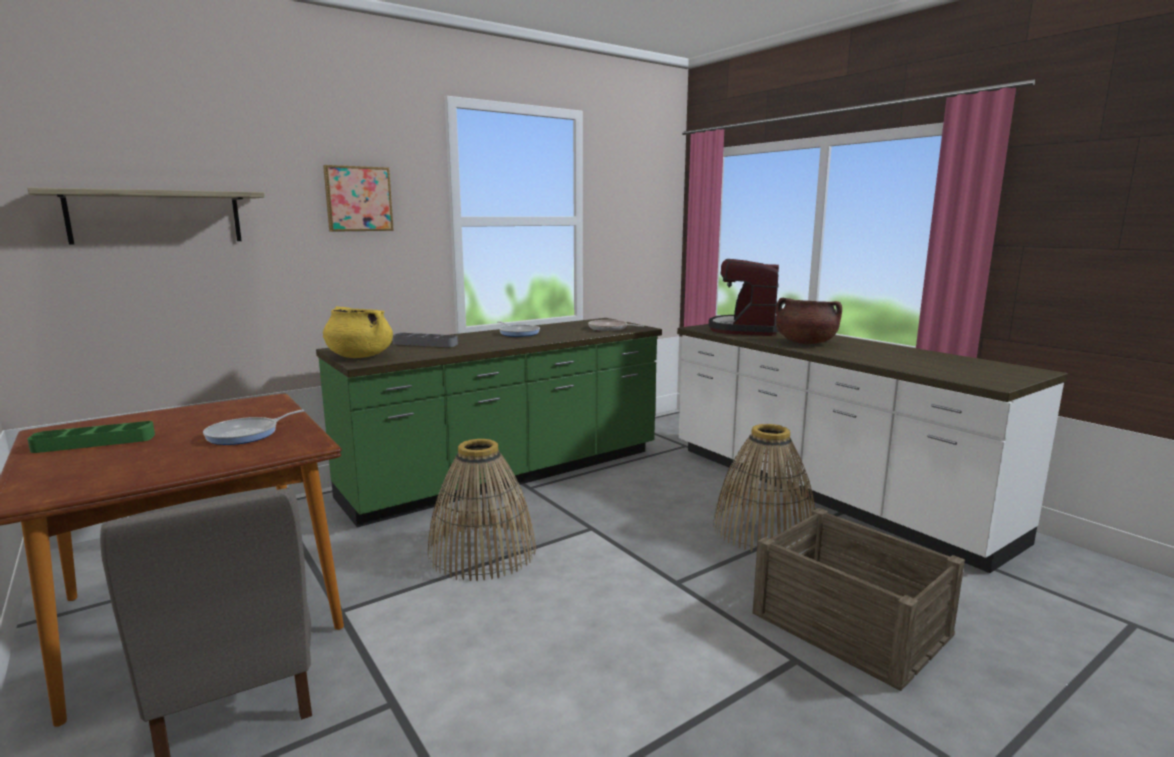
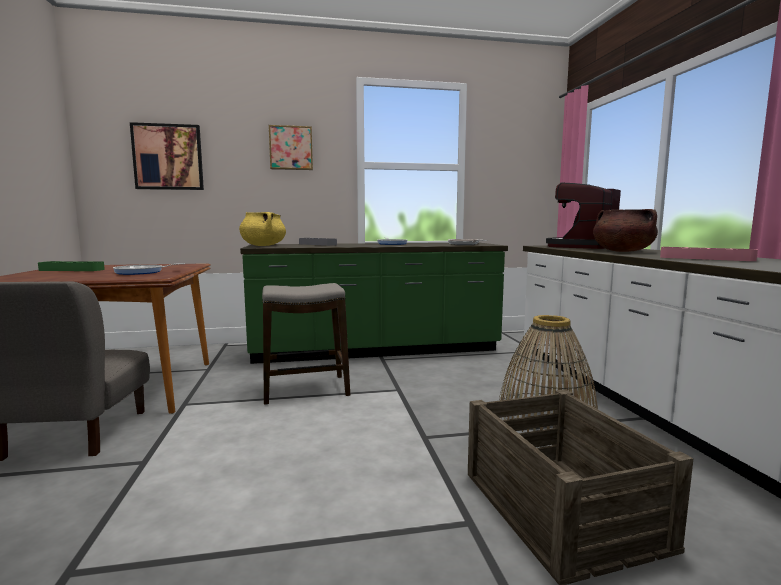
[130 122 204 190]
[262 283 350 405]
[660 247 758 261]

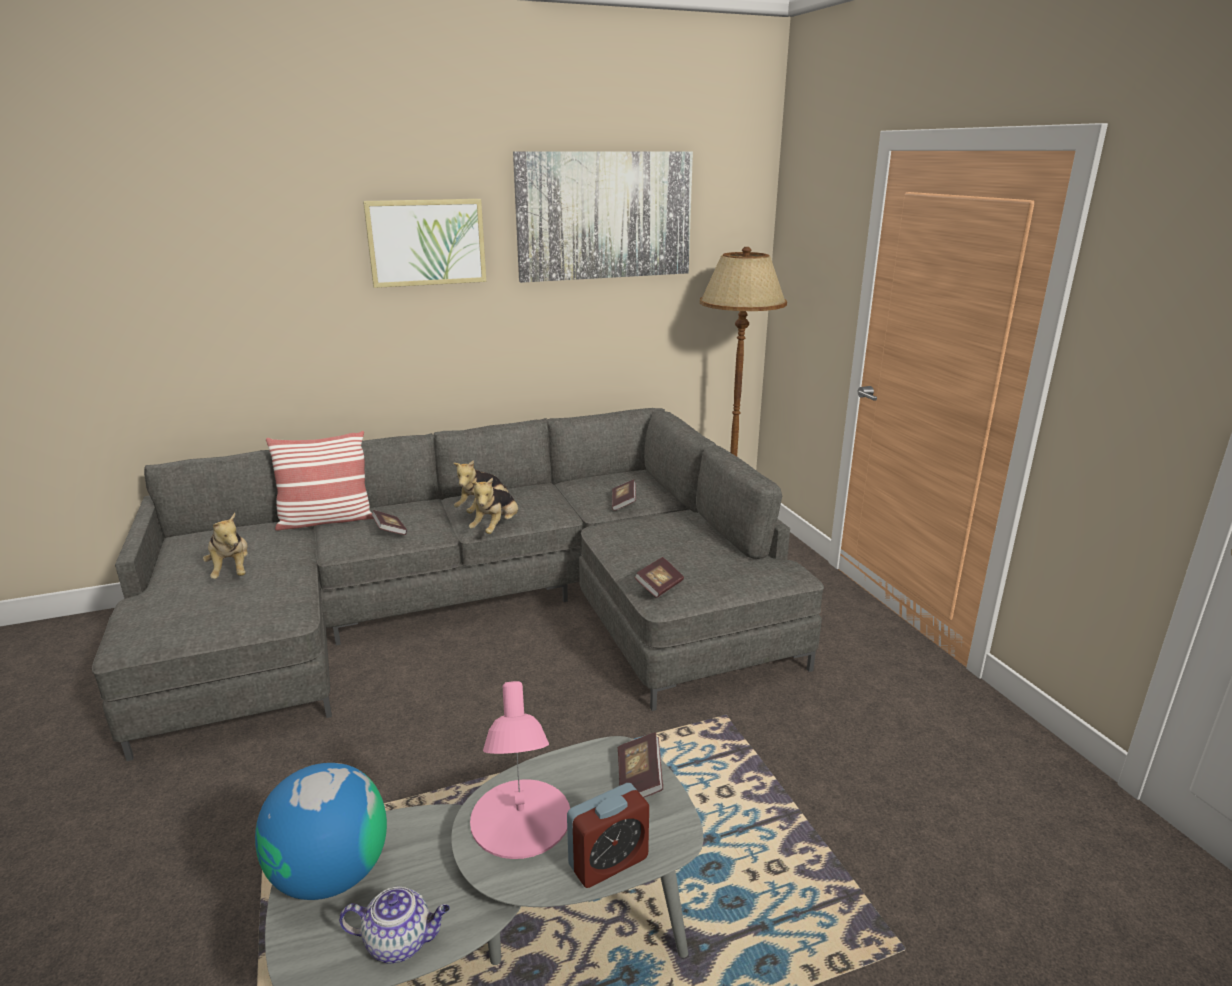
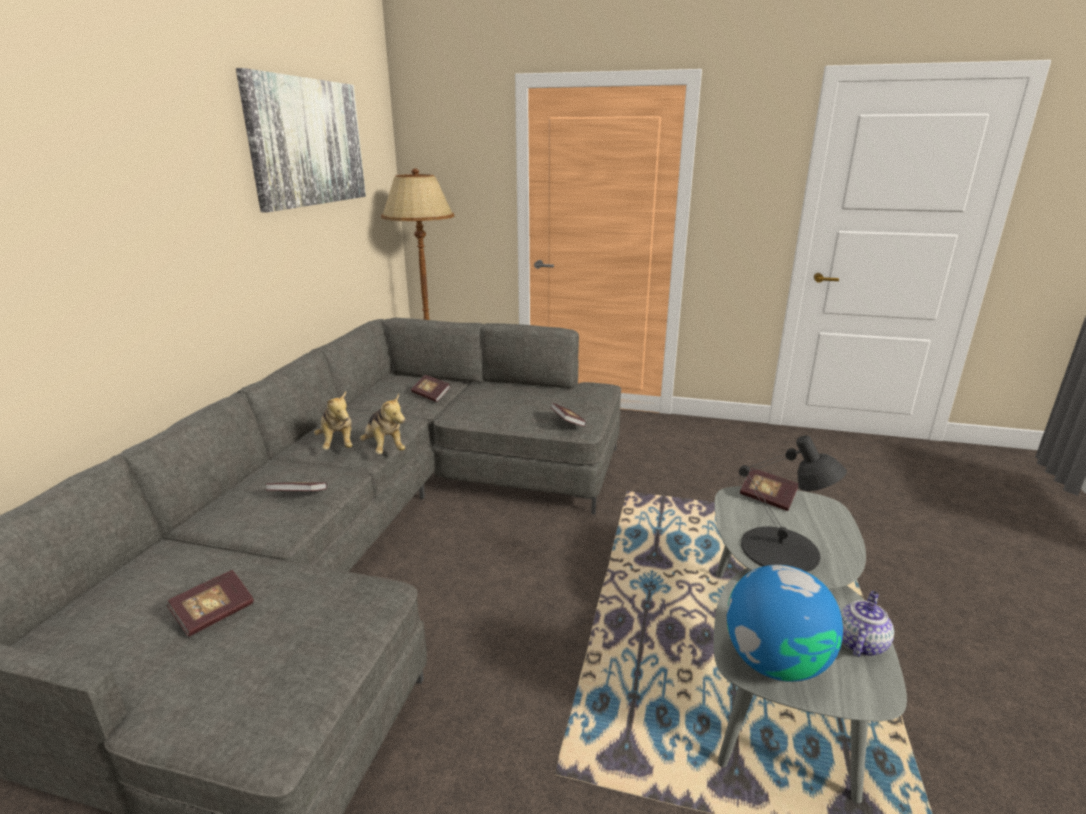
[167 570 254 637]
[266 431 373 531] (first image)
[363 199 486 288] (first image)
[739 435 847 572]
[567 783 649 888] (first image)

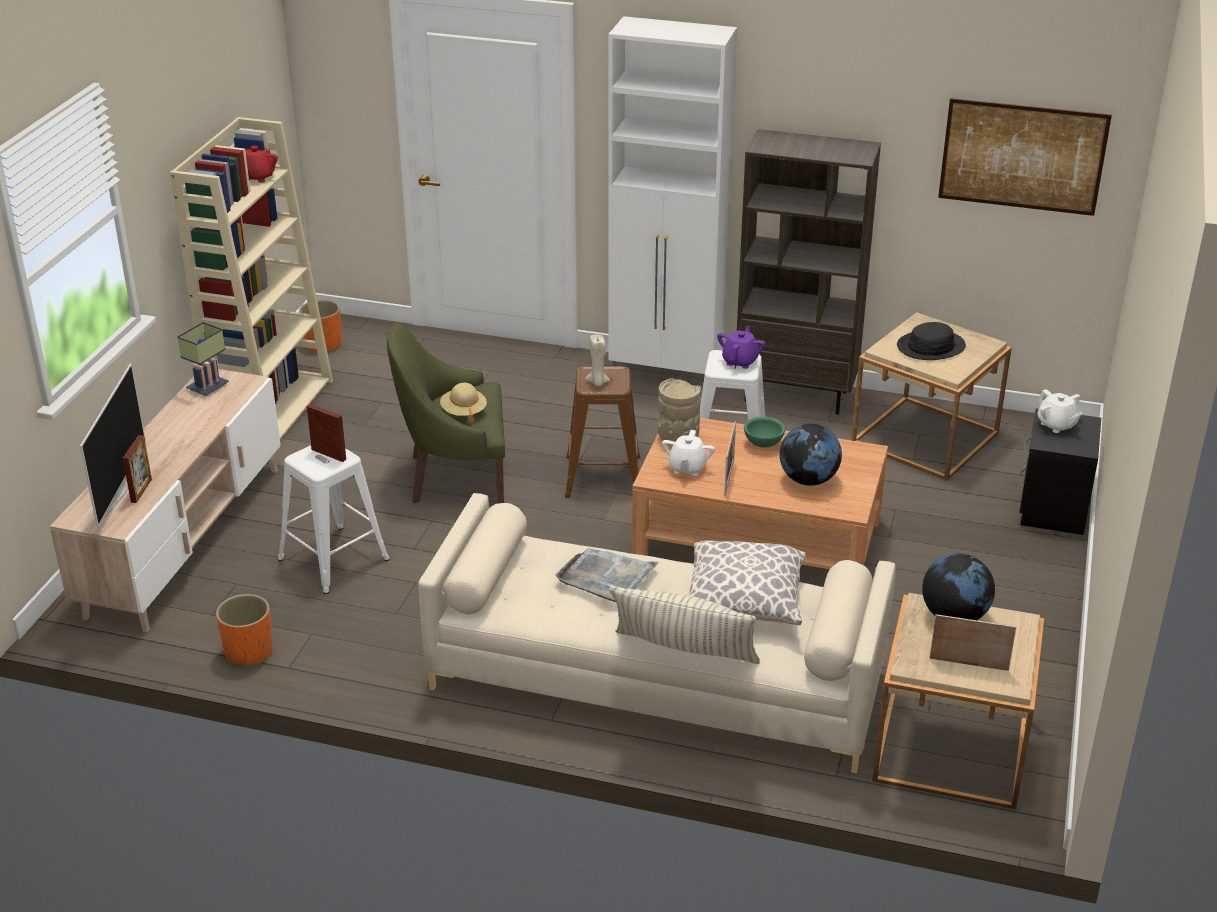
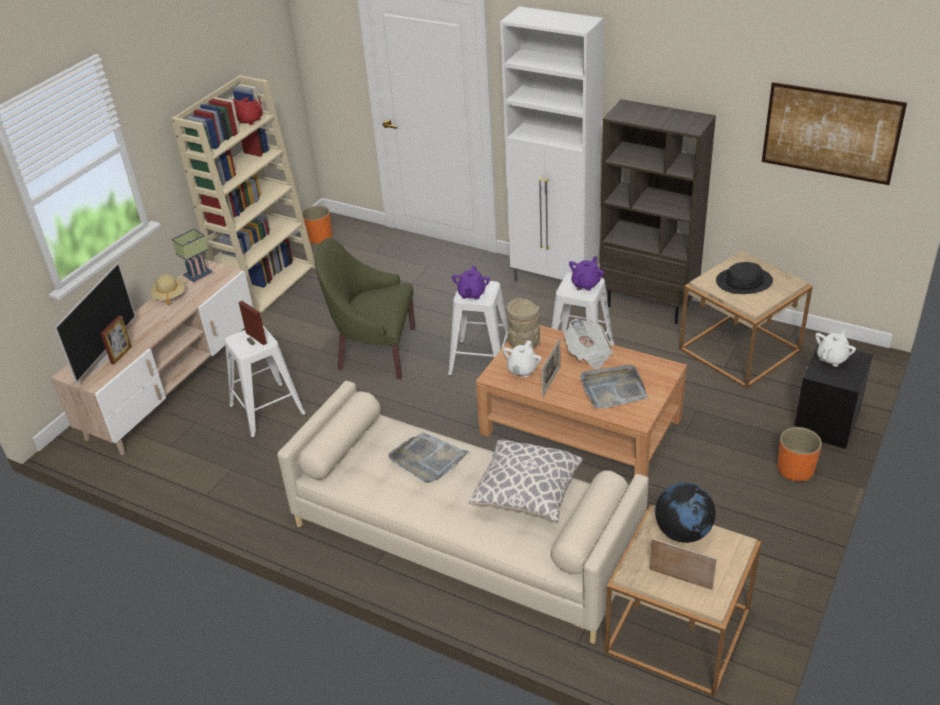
[777 427 822 481]
[150 275 185 306]
[448 280 509 376]
[451 266 490 300]
[609 586 760 664] (first image)
[564 319 614 369]
[580 365 648 408]
[815 329 856 367]

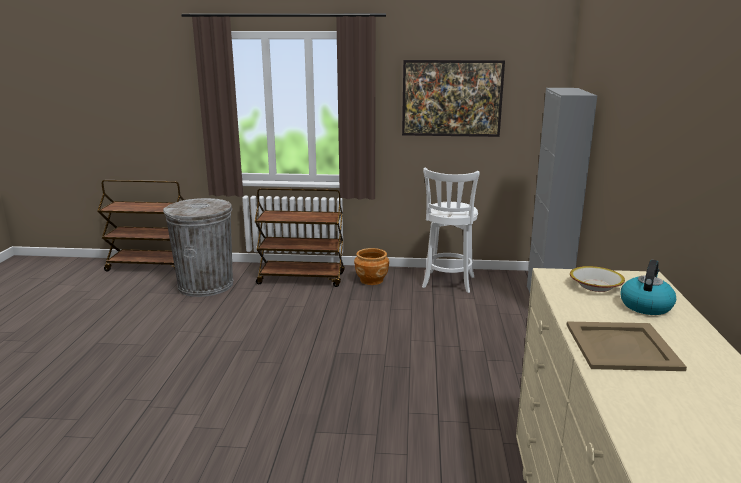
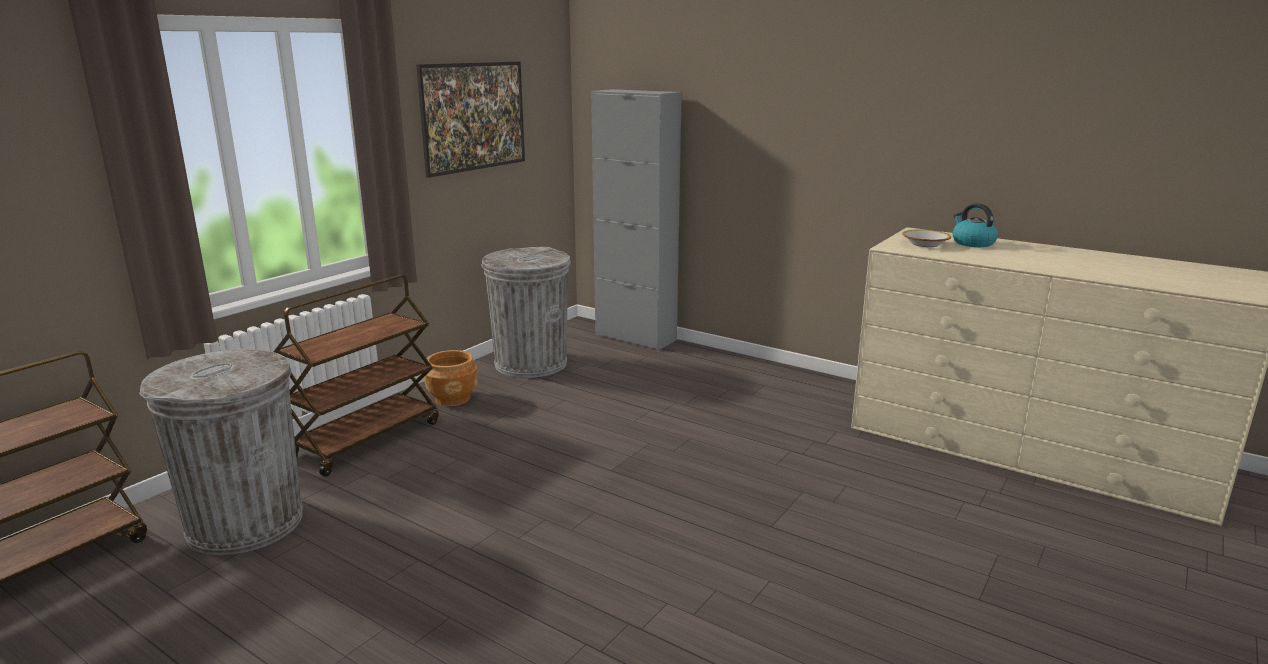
[482 247 571 378]
[567 321 687 371] (first image)

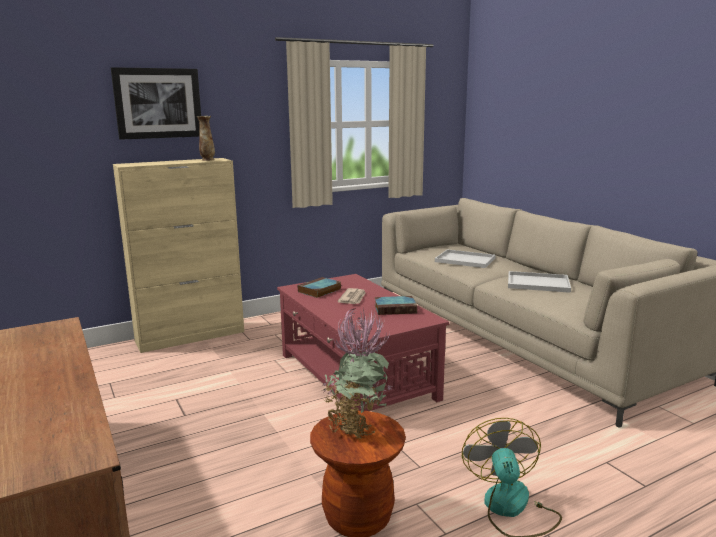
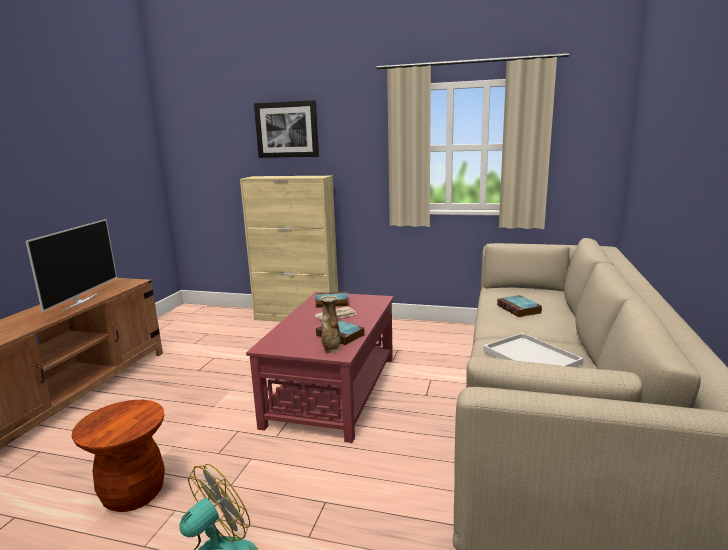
[320 295 341 353]
[323 308 393 439] (first image)
[497 295 542 317]
[26 219 117 312]

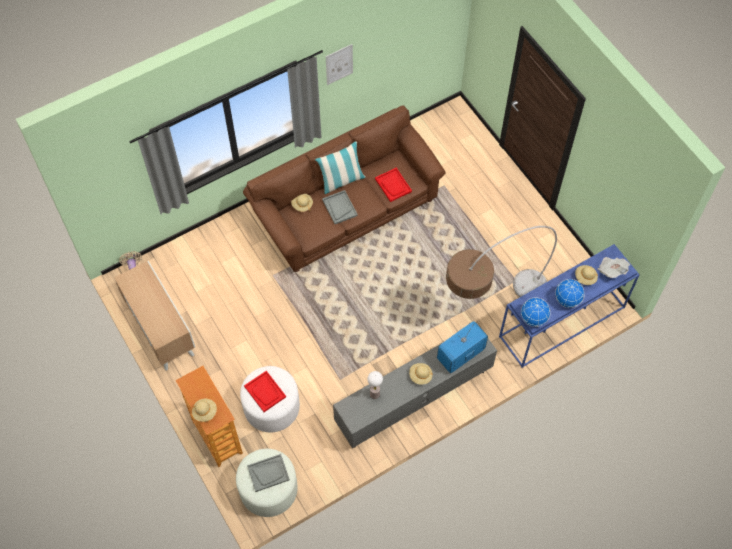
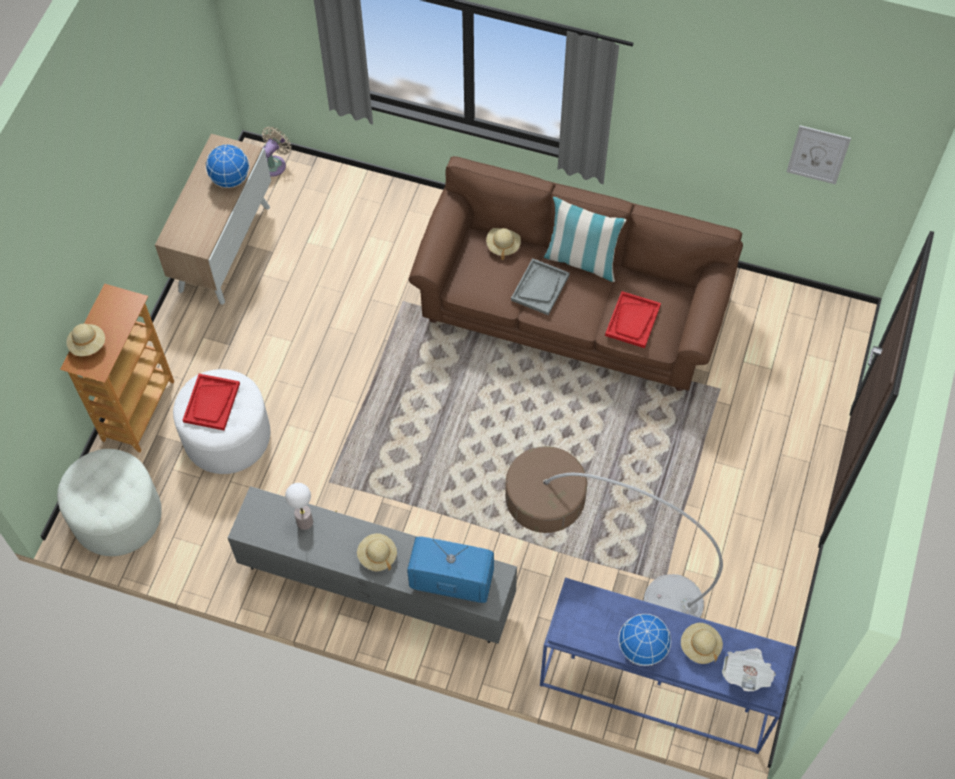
[247 454 290 492] (first image)
[787 125 851 185]
[205 144 250 188]

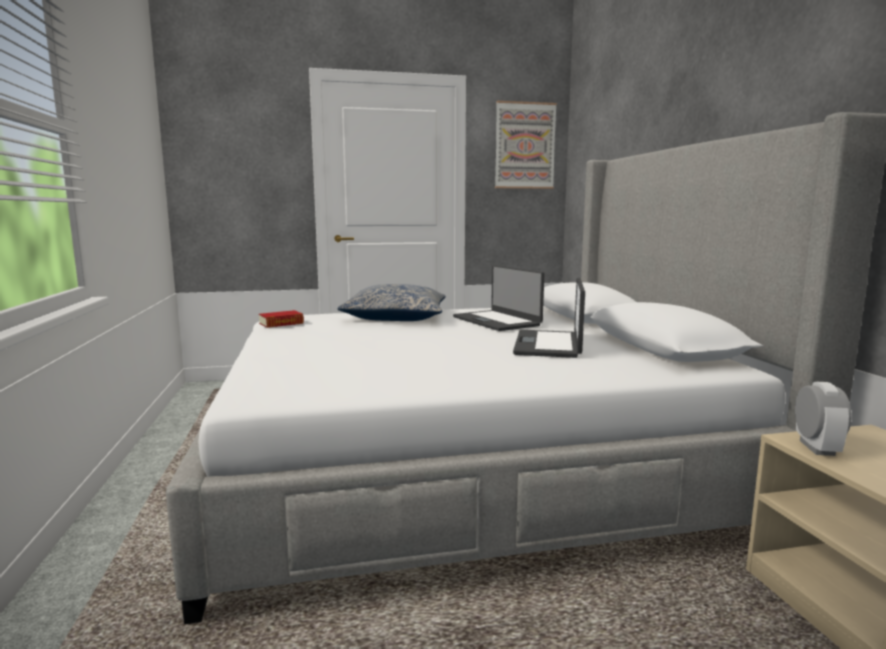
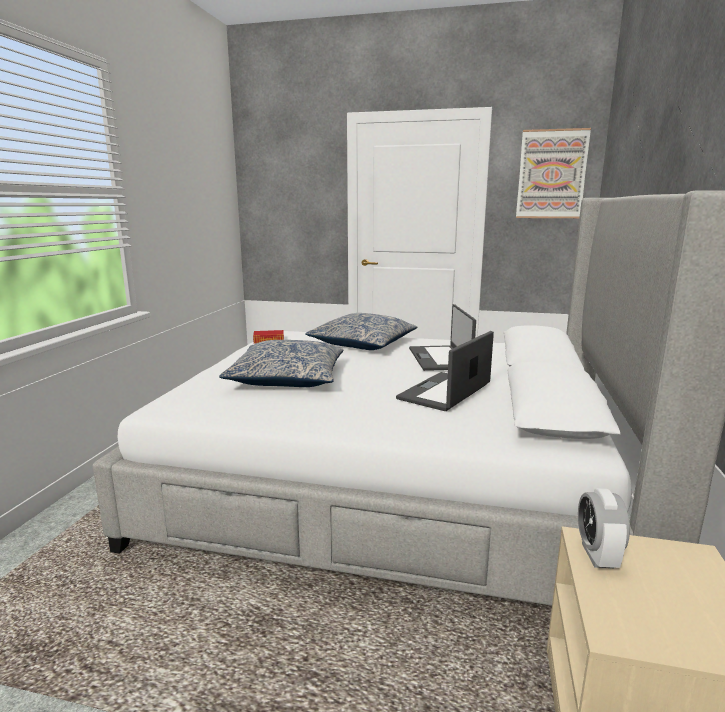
[578 488 630 568]
[219 340 343 387]

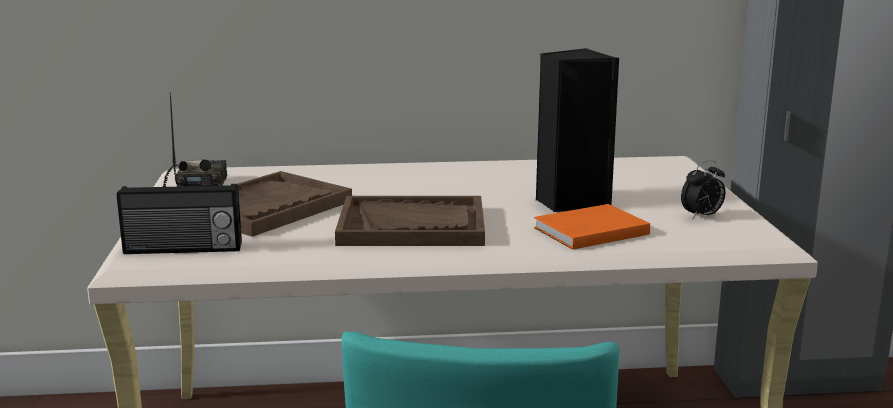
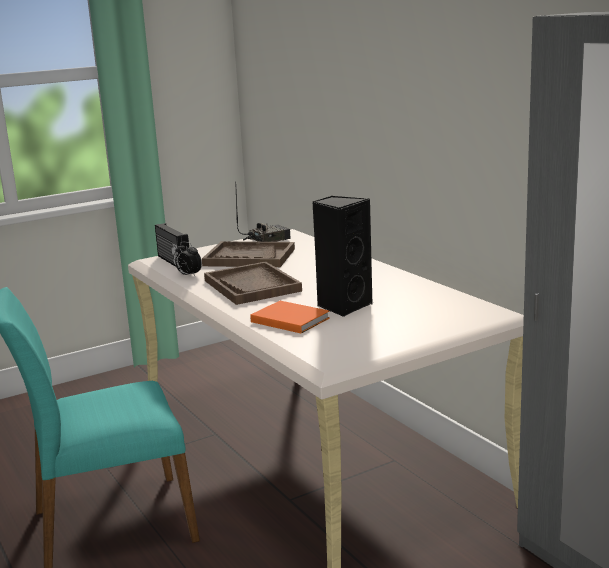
[175 242 202 276]

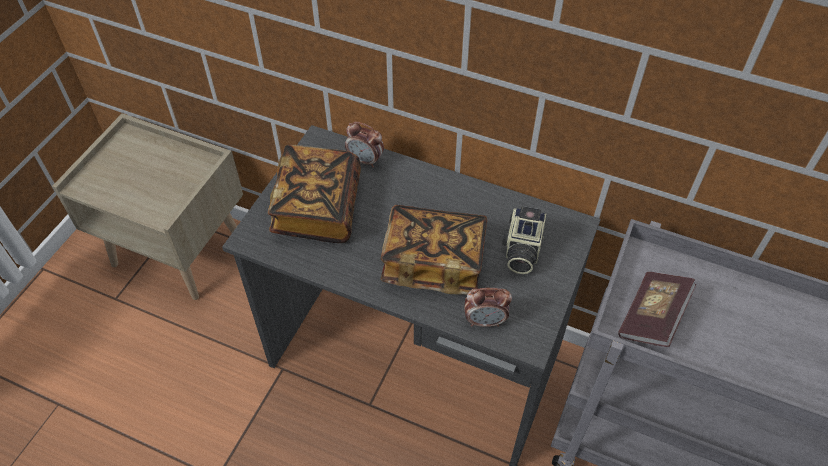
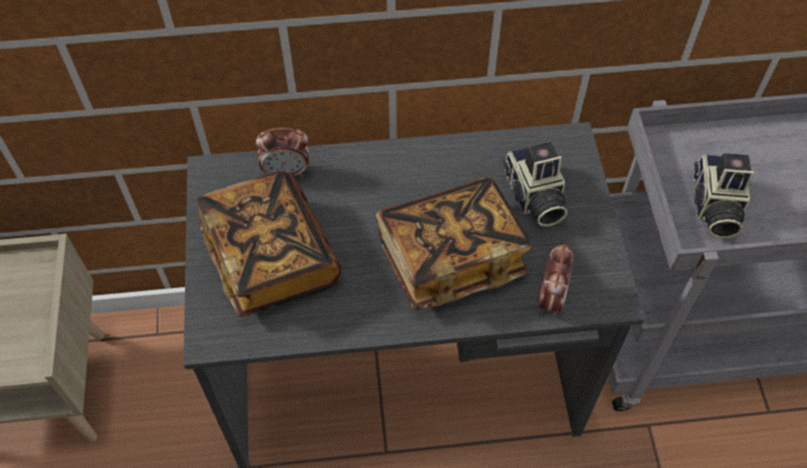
[538 244 573 315]
[694 153 754 239]

